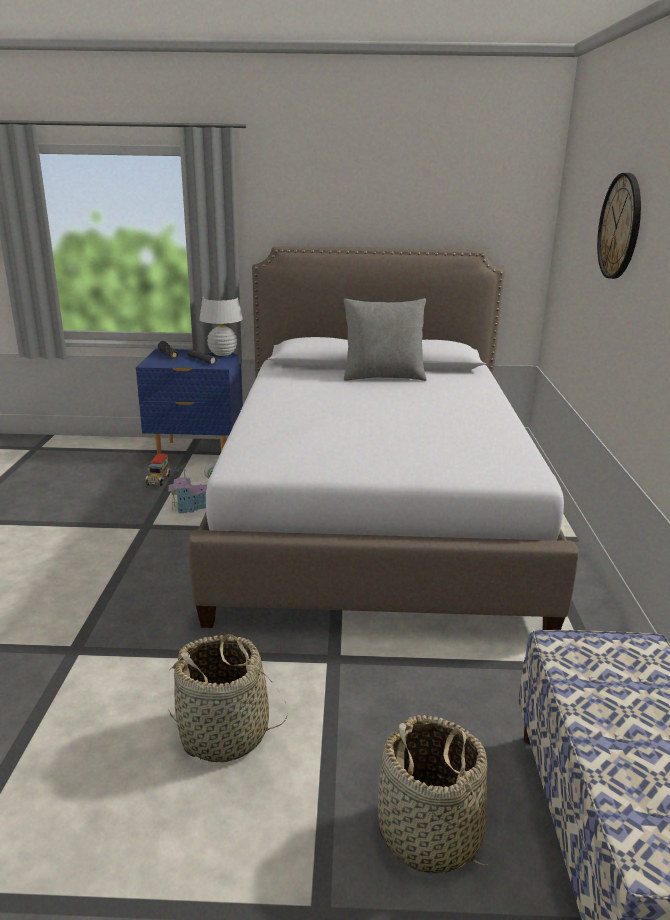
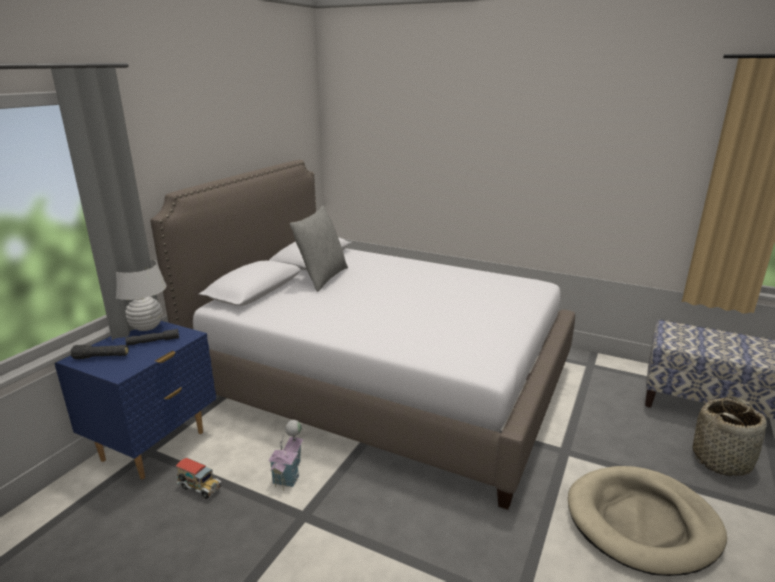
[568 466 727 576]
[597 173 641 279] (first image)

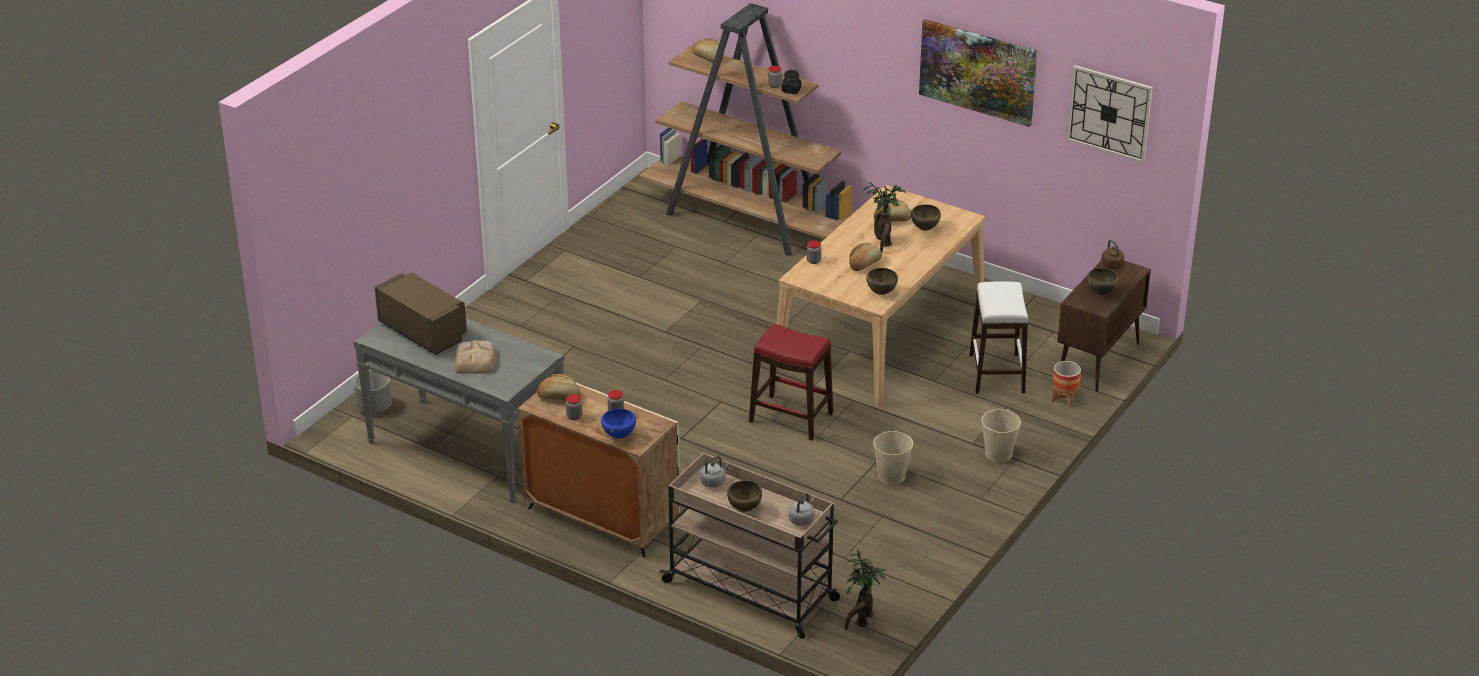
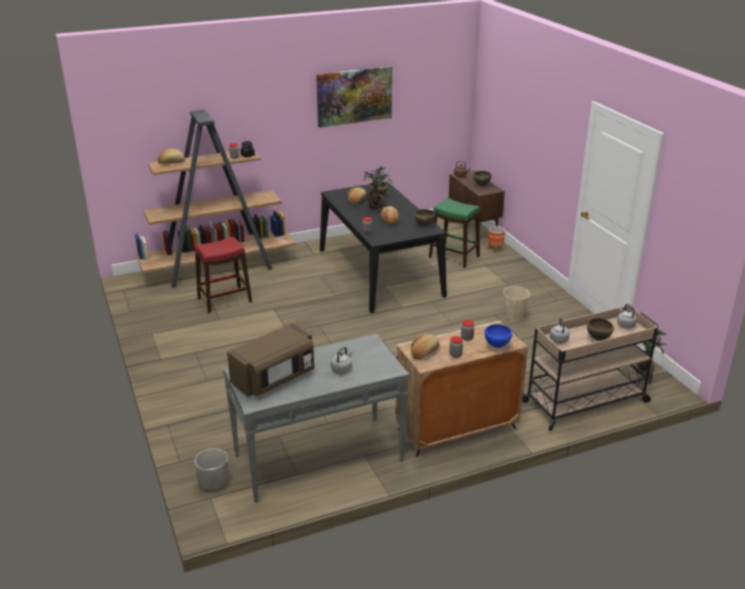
[227 323 314 396]
[331 347 352 374]
[195 237 252 313]
[320 181 447 313]
[429 198 480 268]
[981 409 1021 462] (first image)
[1066 65 1153 163] (first image)

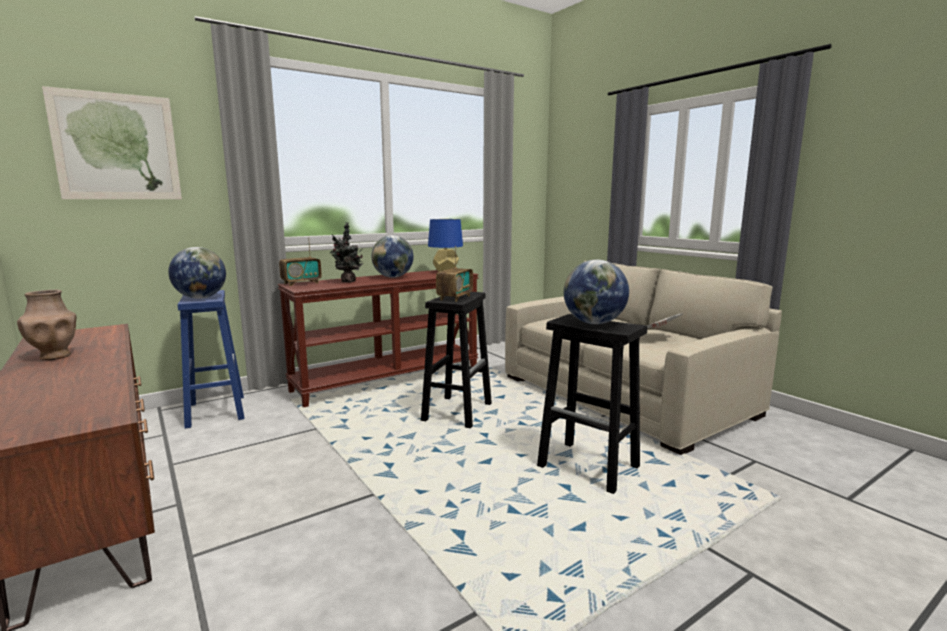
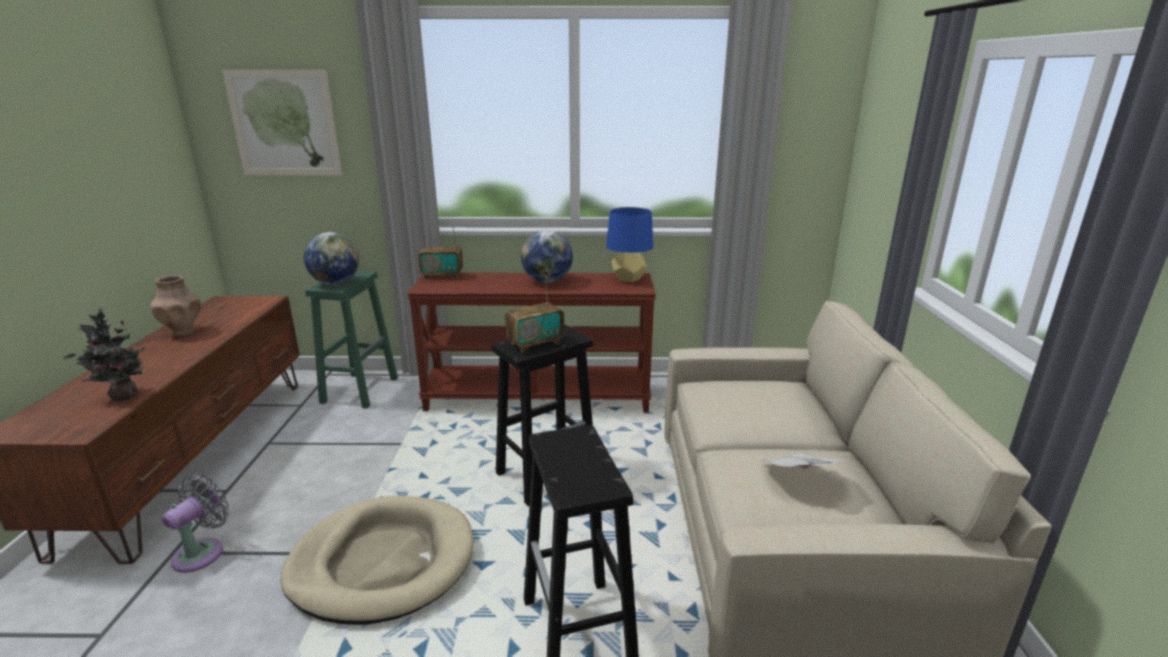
[305 270 398 408]
[63 307 147 401]
[564 260 629 324] (first image)
[162 474 229 573]
[281 495 474 625]

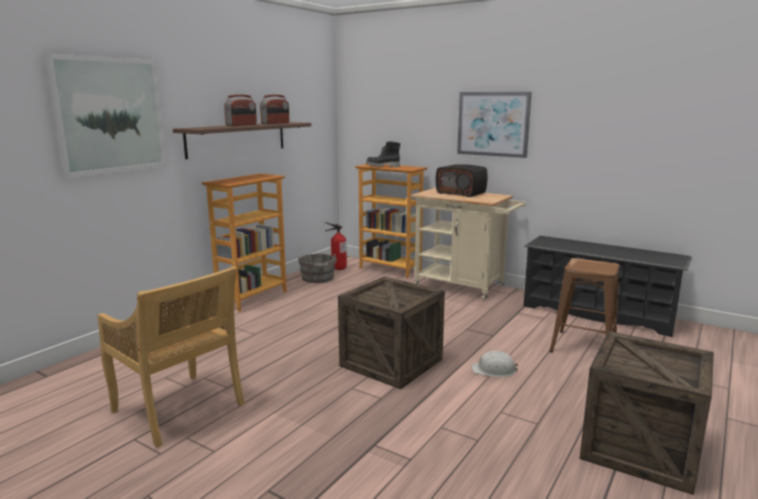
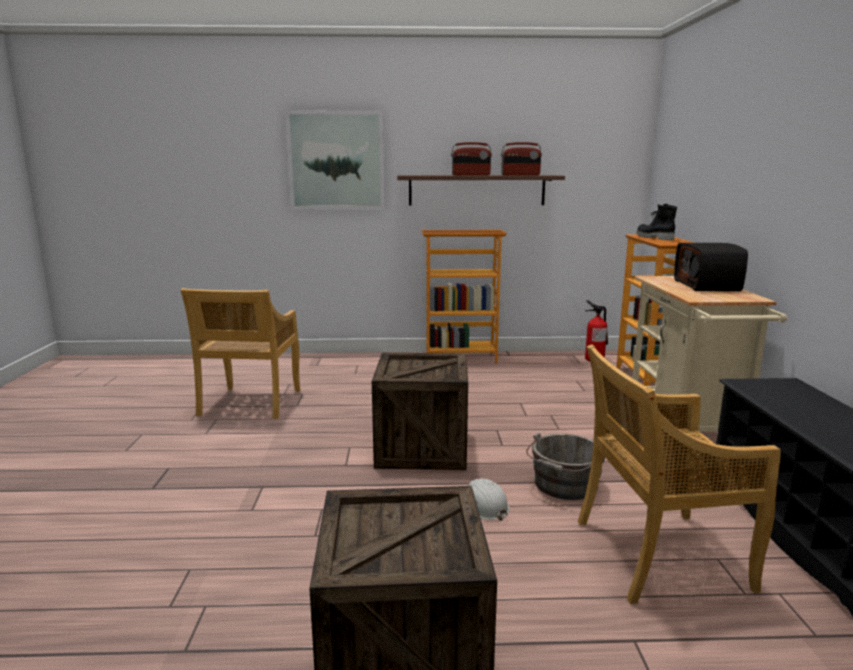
[526 432 605 500]
[457 92 532 158] (first image)
[578 344 781 604]

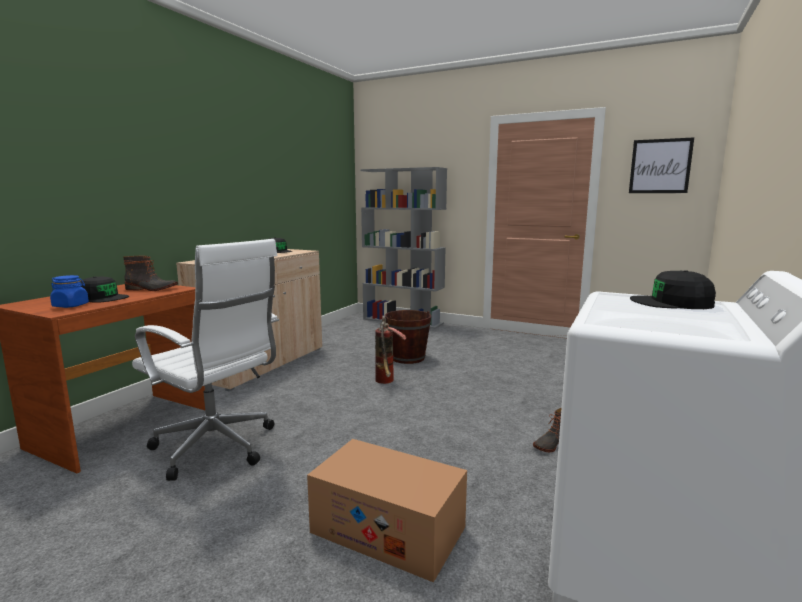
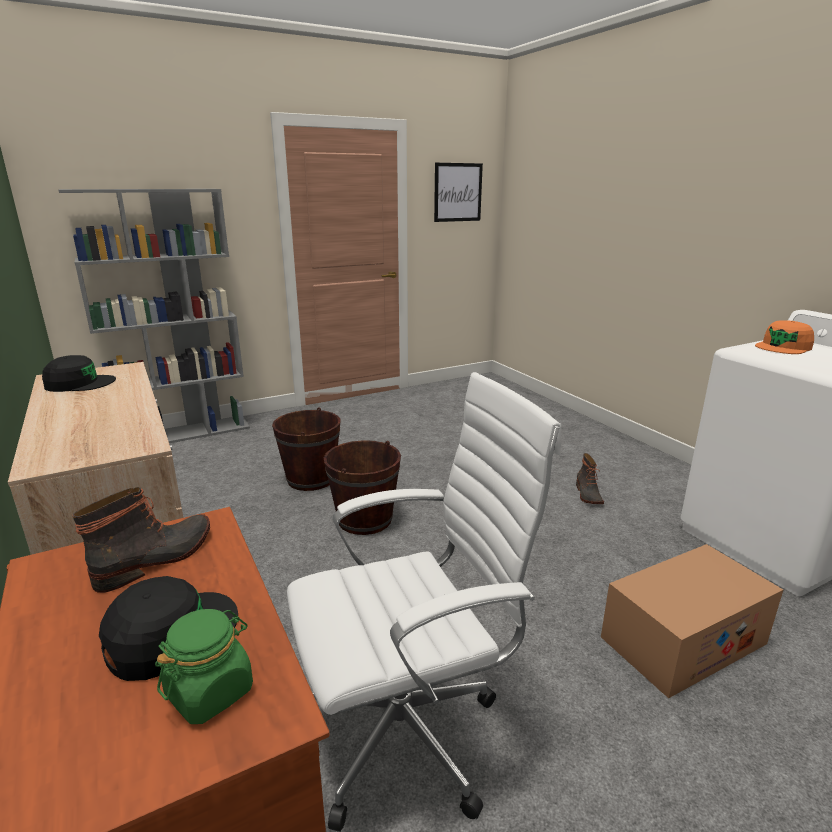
[155 609 253 724]
[324 440 401 535]
[755 320 814 354]

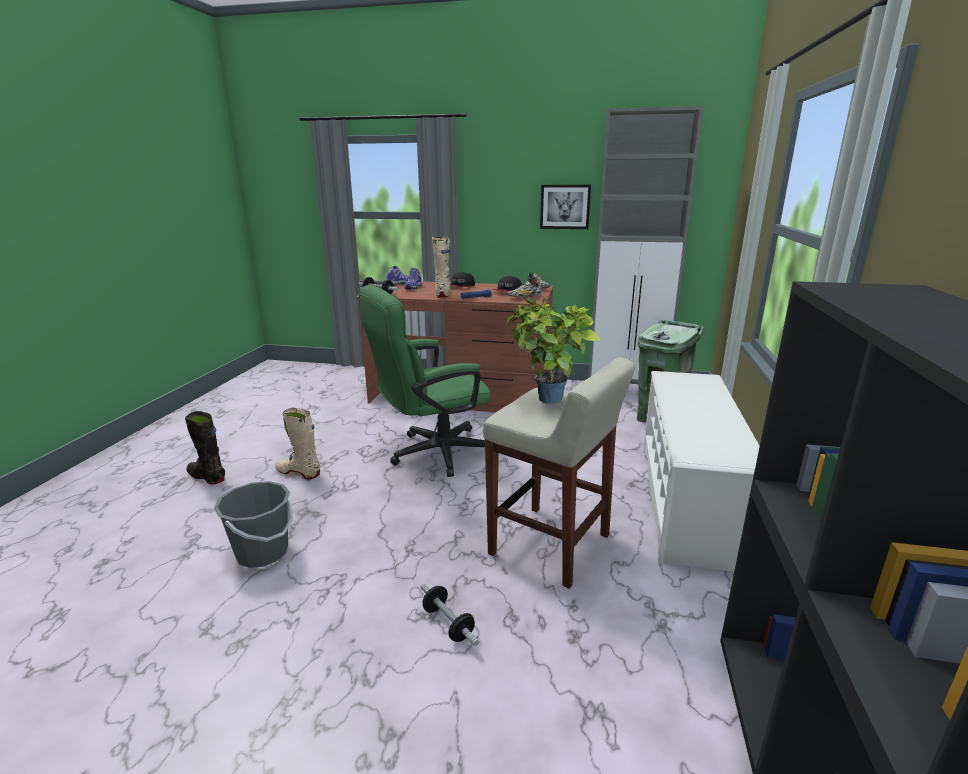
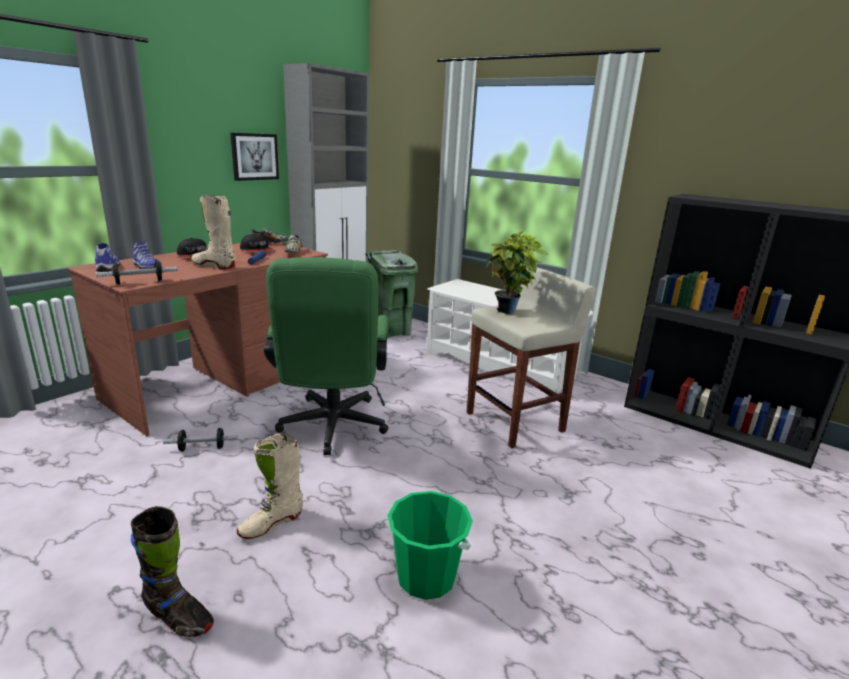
[131 506 214 637]
[388 491 473 600]
[163 428 238 452]

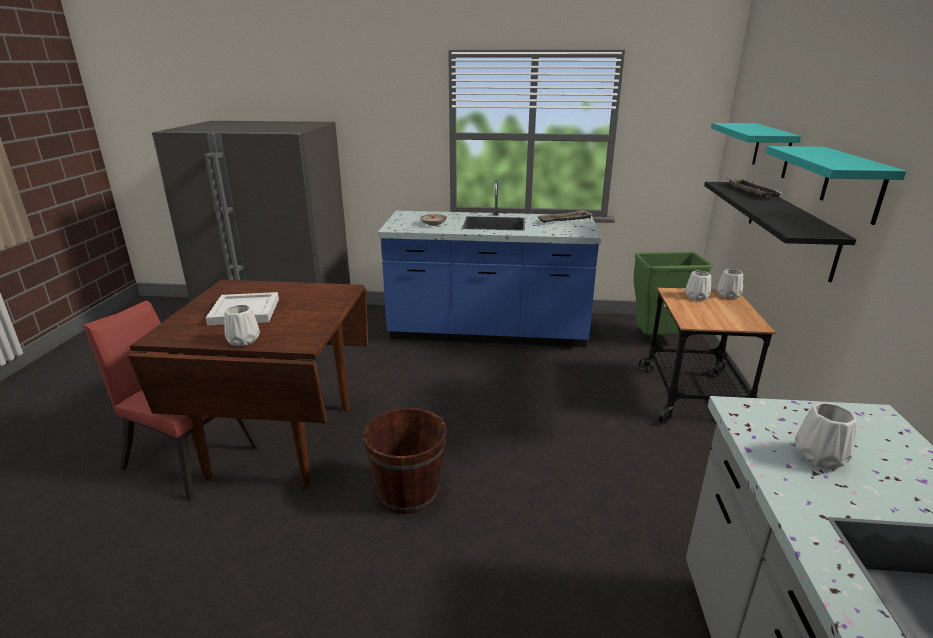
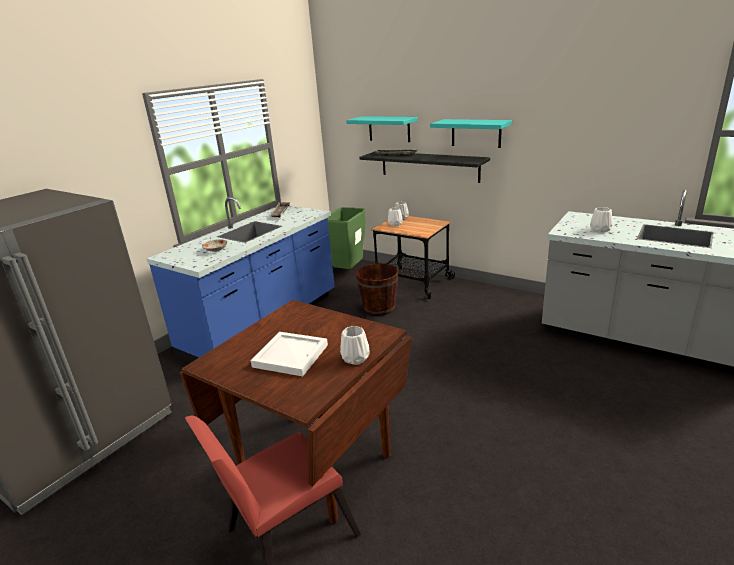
[356 262 399 316]

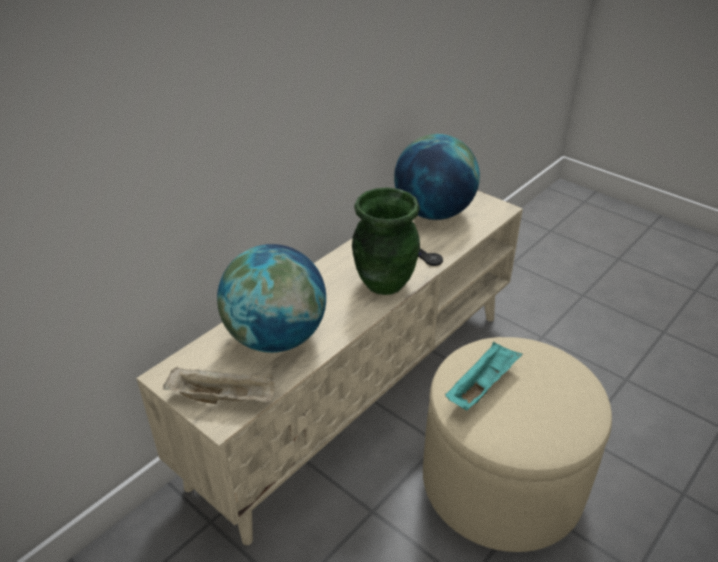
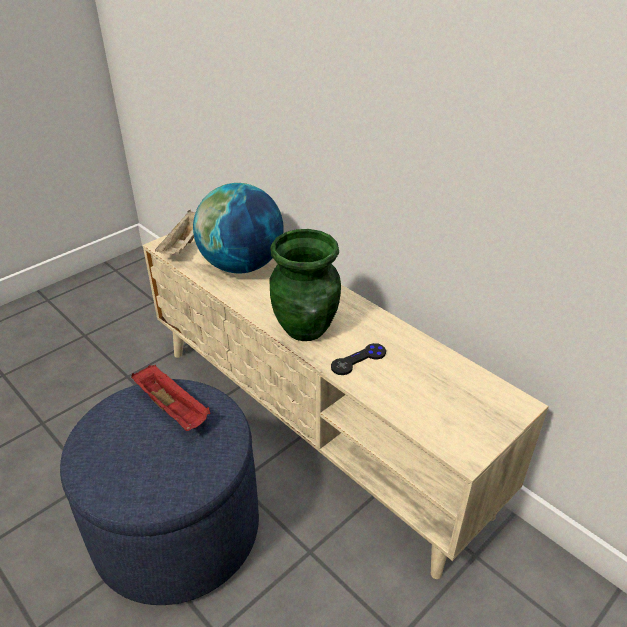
[394 134 480 220] (first image)
[60 379 259 605]
[131 365 211 431]

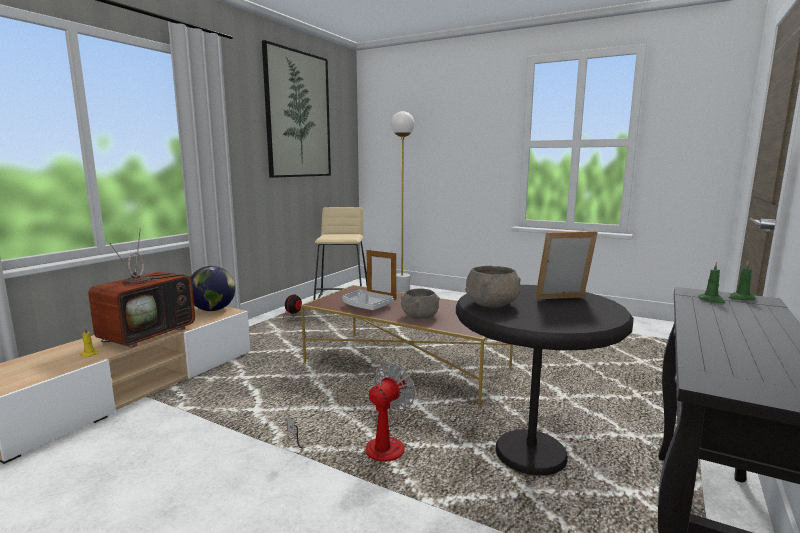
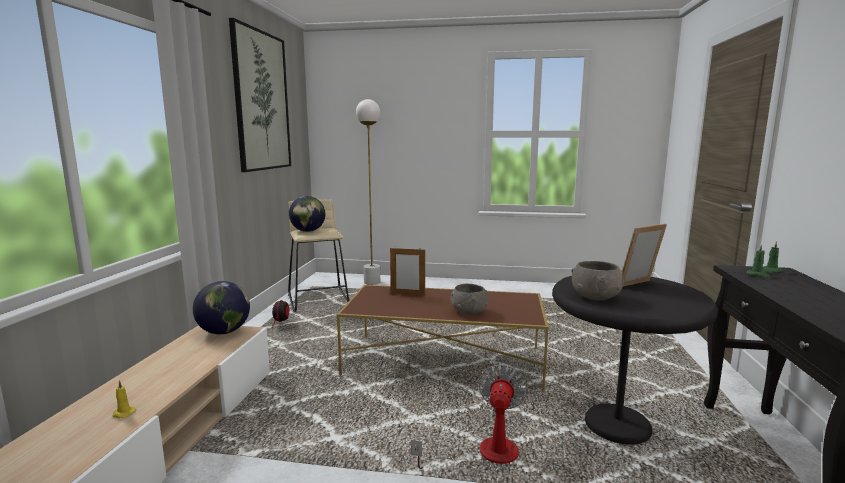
[88 229 195 348] (first image)
[342 290 394 310] (first image)
[289 196 325 232]

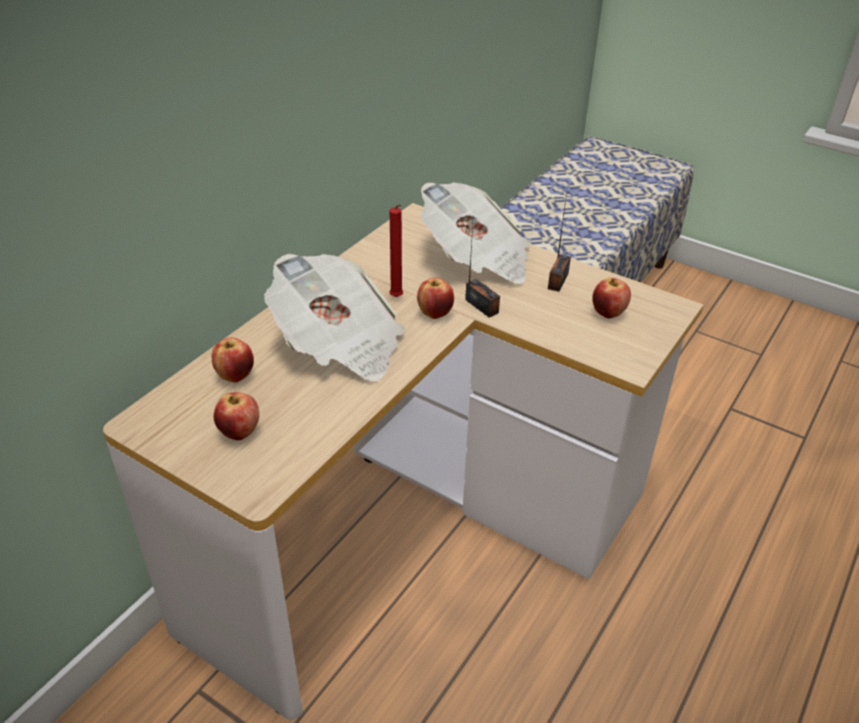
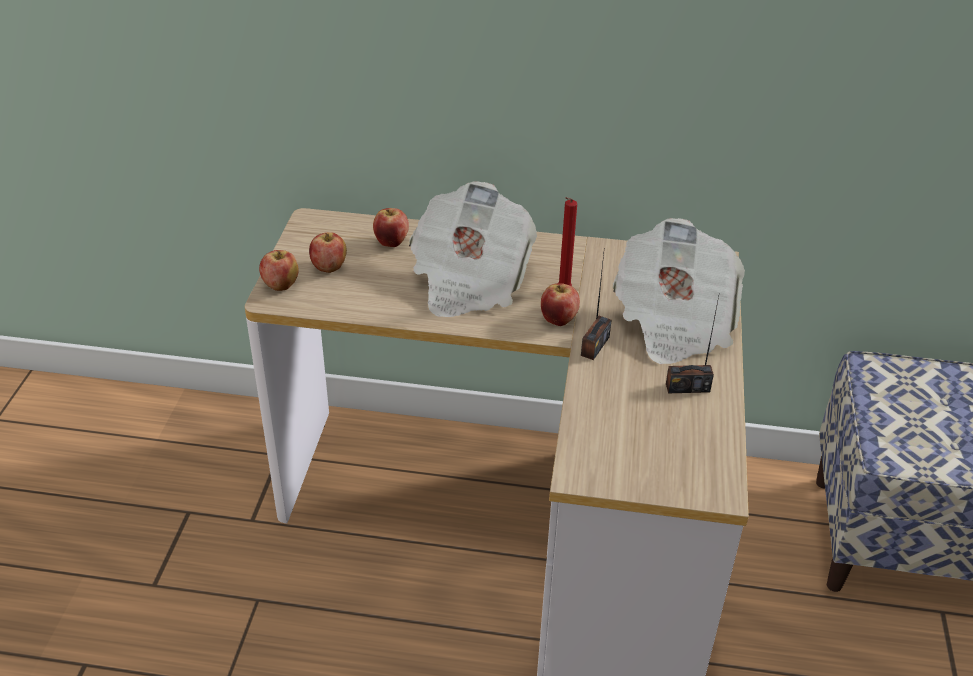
[259 250 299 291]

